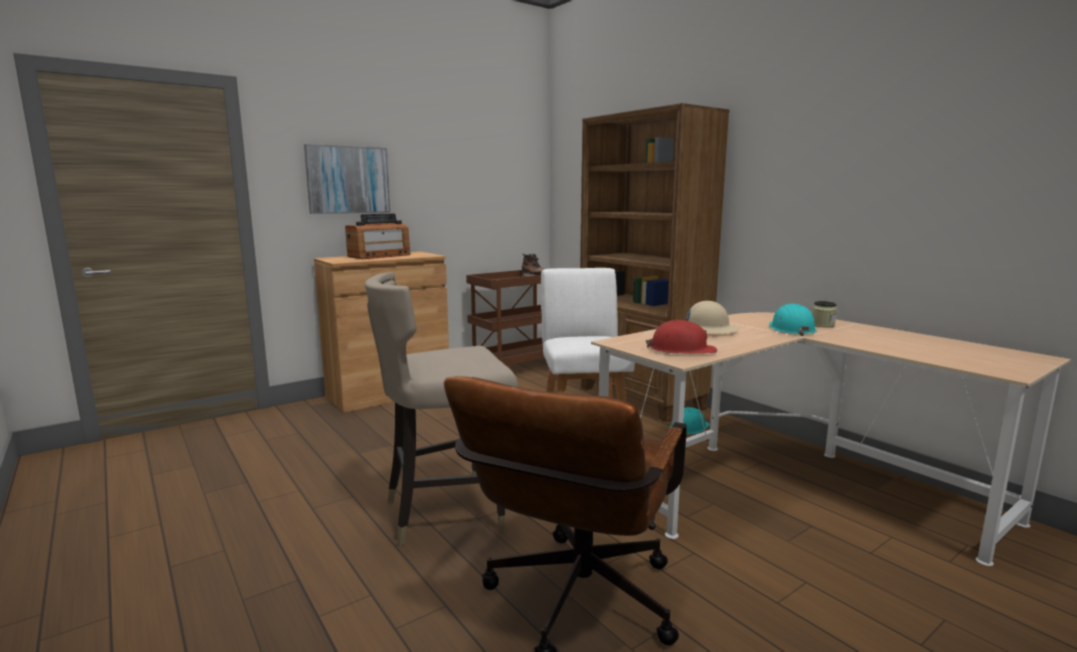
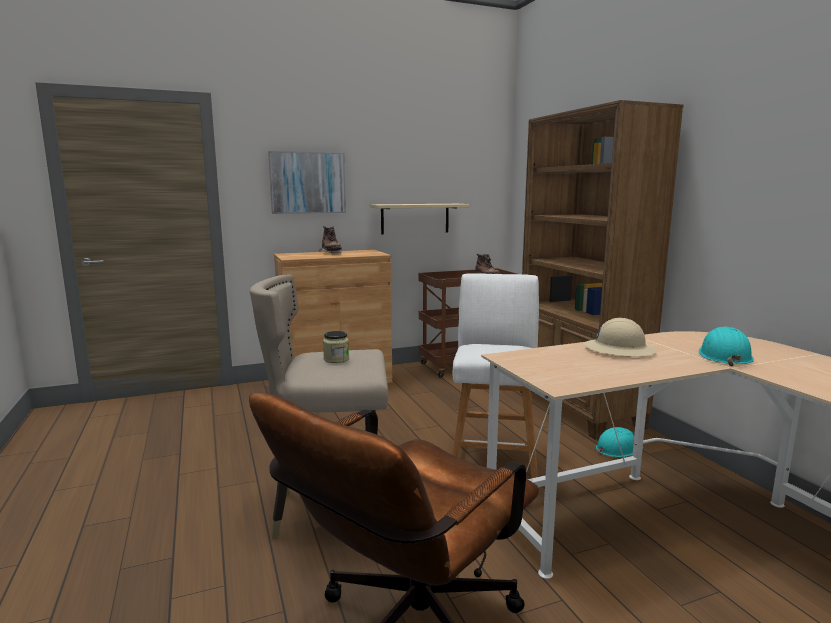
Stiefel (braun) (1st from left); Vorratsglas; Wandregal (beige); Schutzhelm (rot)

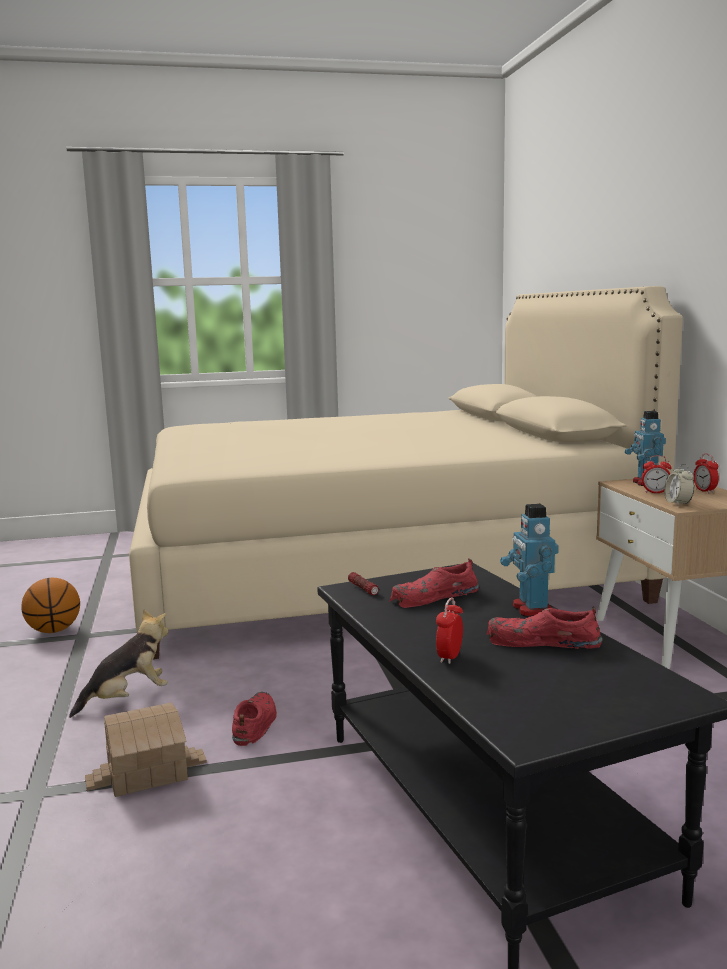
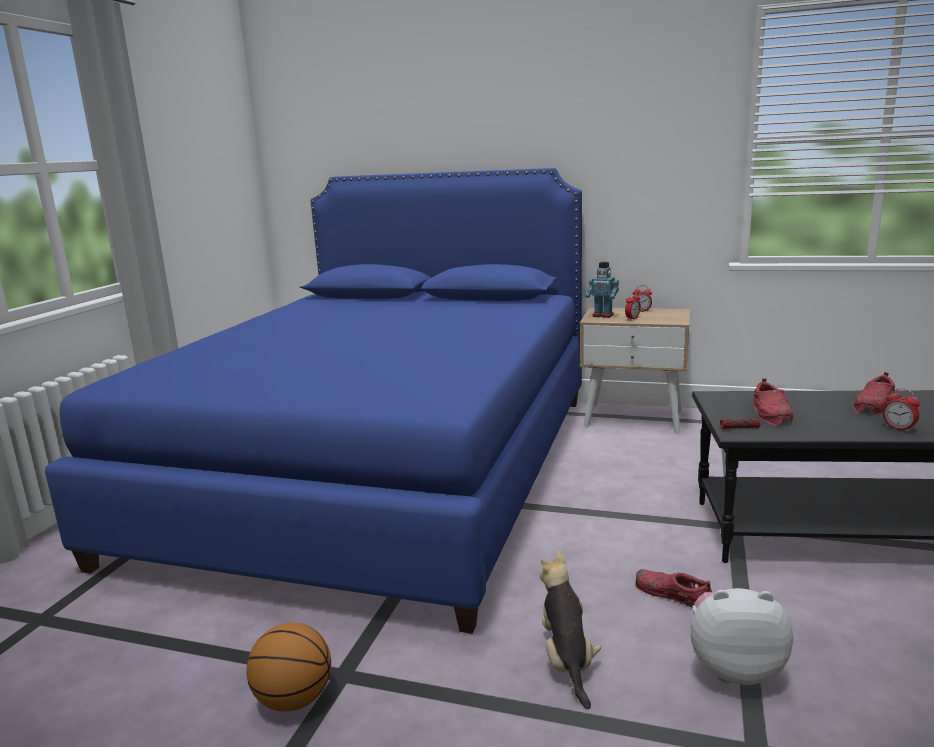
Bett (blau); Plüschtier (2nd from left); Spielzeugroboter (1st from left in the first image); Wecker (3rd from left in the first image)

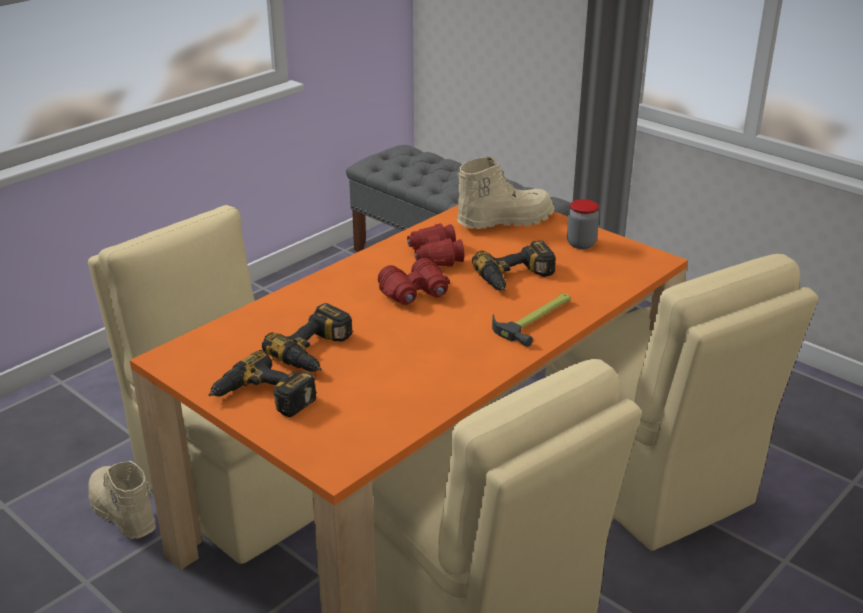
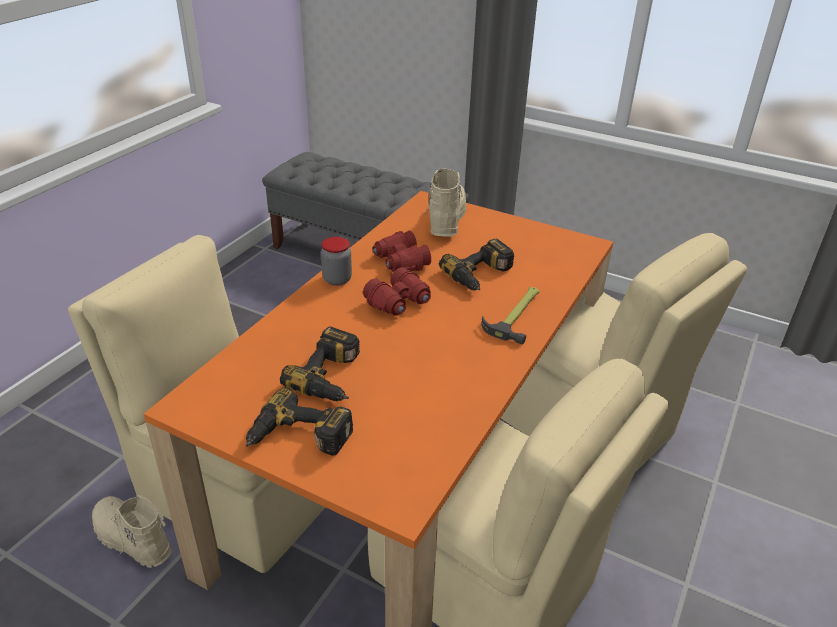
Vorratsglas; Stiefel (beige) (2nd from left)

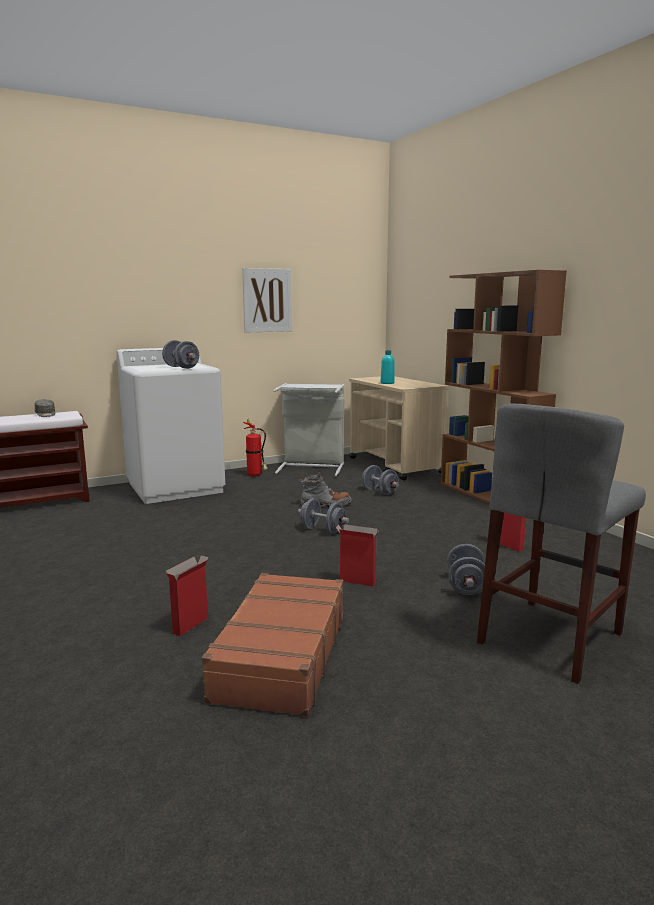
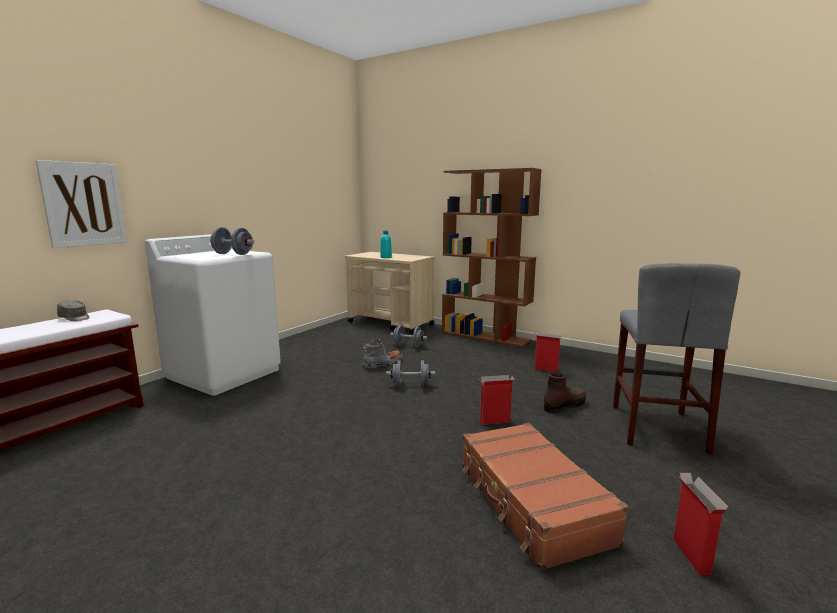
Bild; Stiefel (braun); Karton (3rd from left); Feuerlöscher; Wäschekorb (grau)

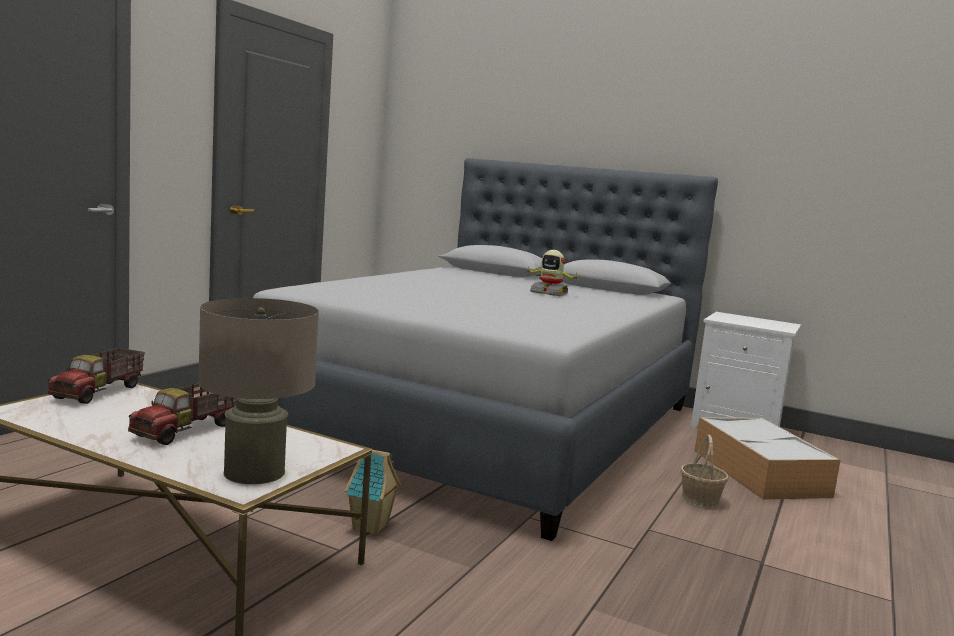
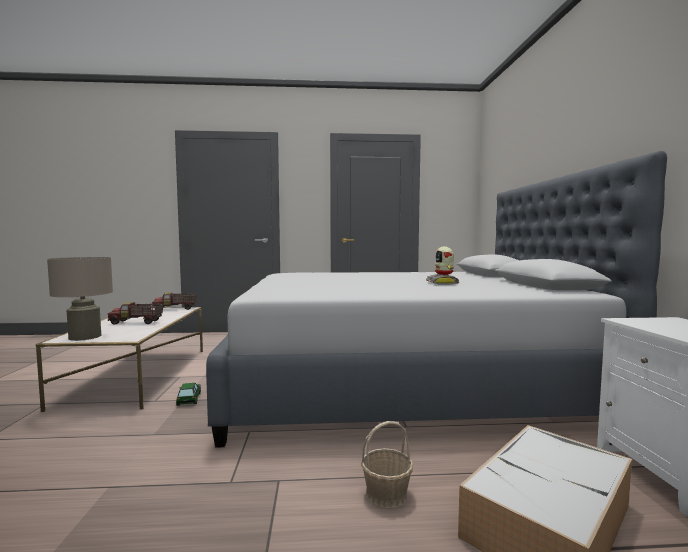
Spielzeugauto

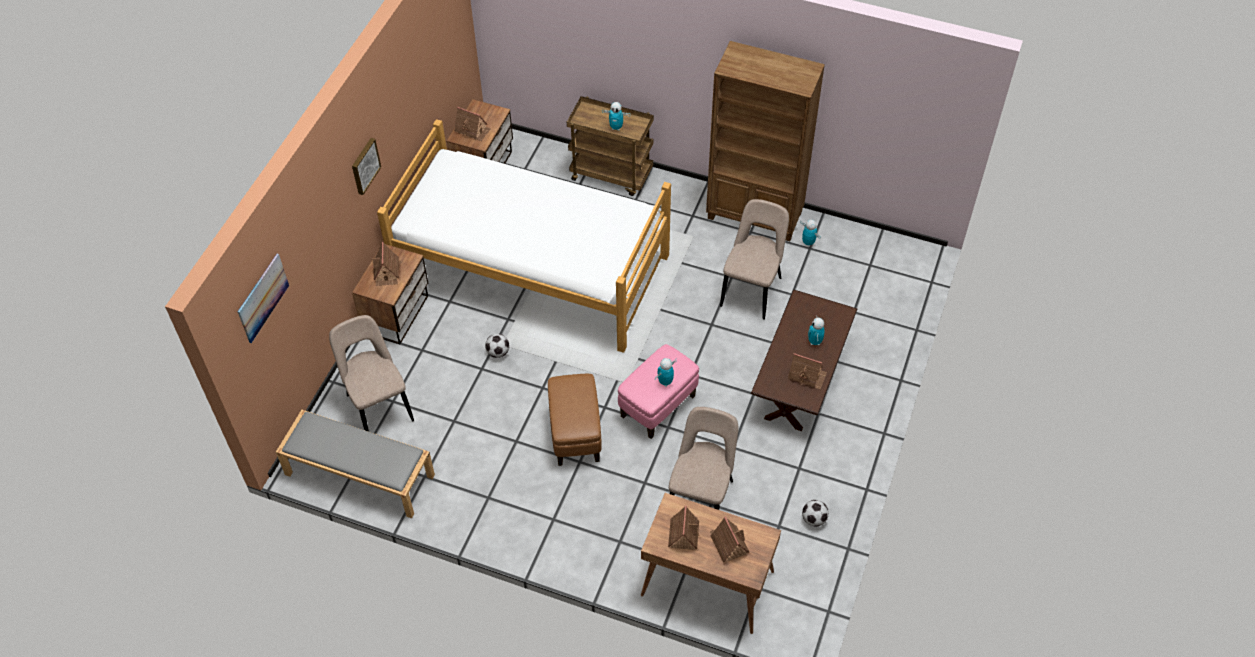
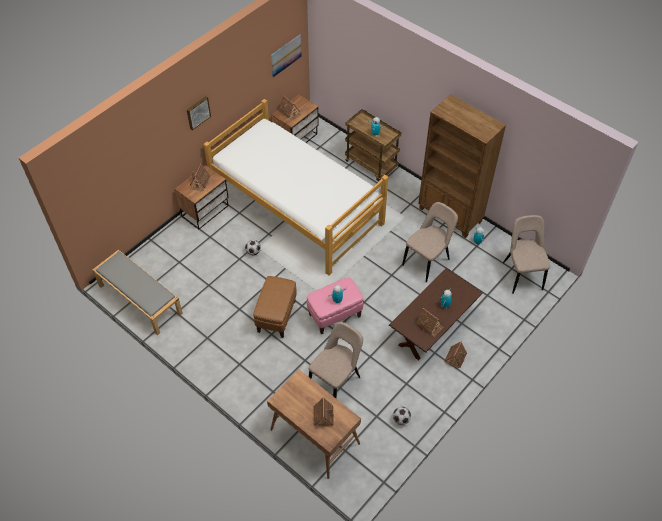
Bild (2nd from left); Spielzeughaus (5th from left); Stuhl (beige) (3rd from left)

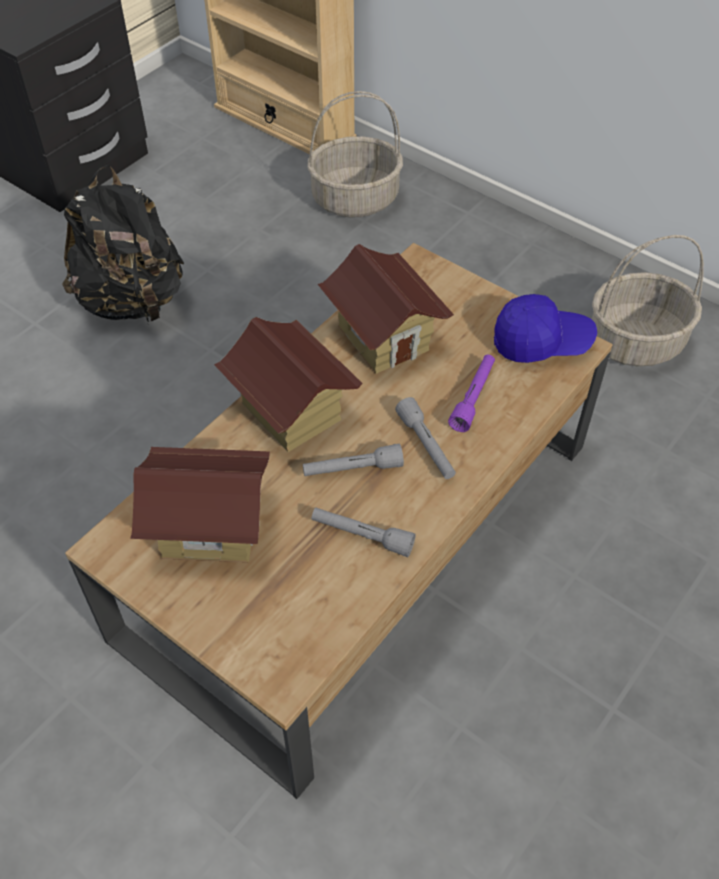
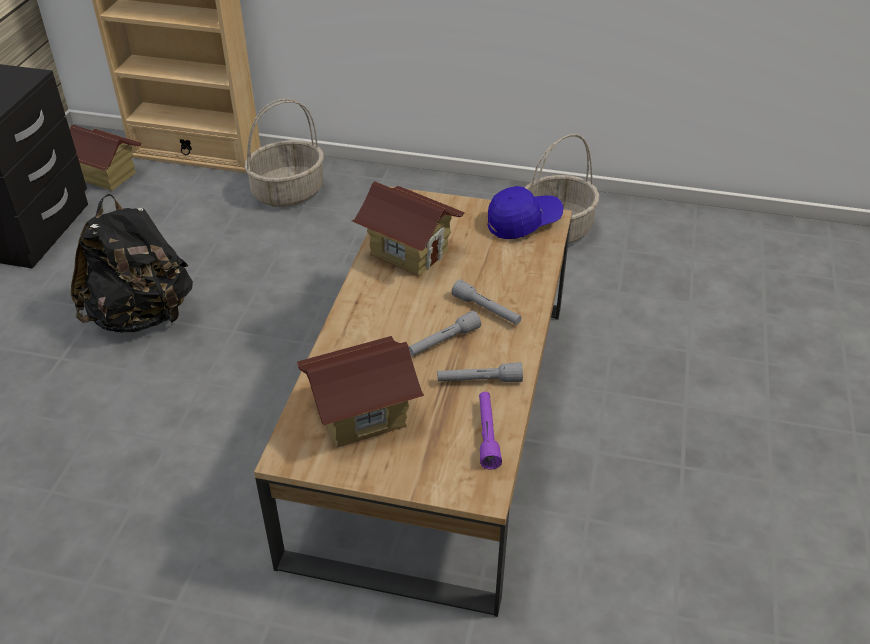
Spielzeughaus (1st from left); Taschenlampe (lila)

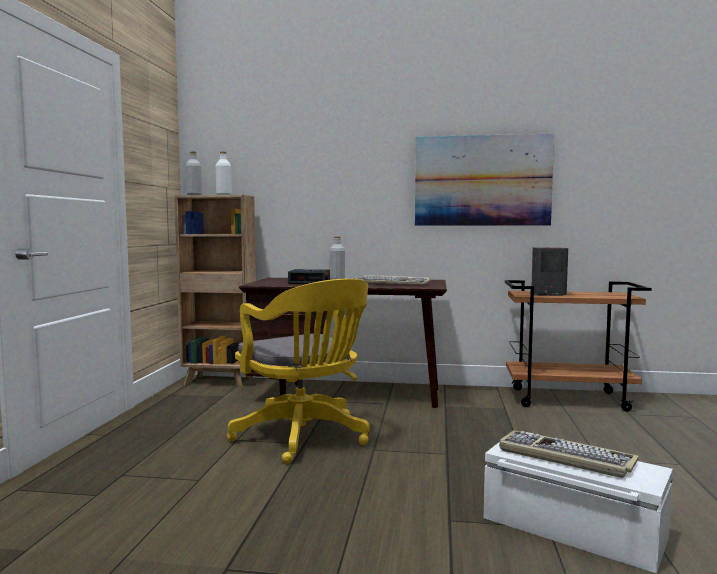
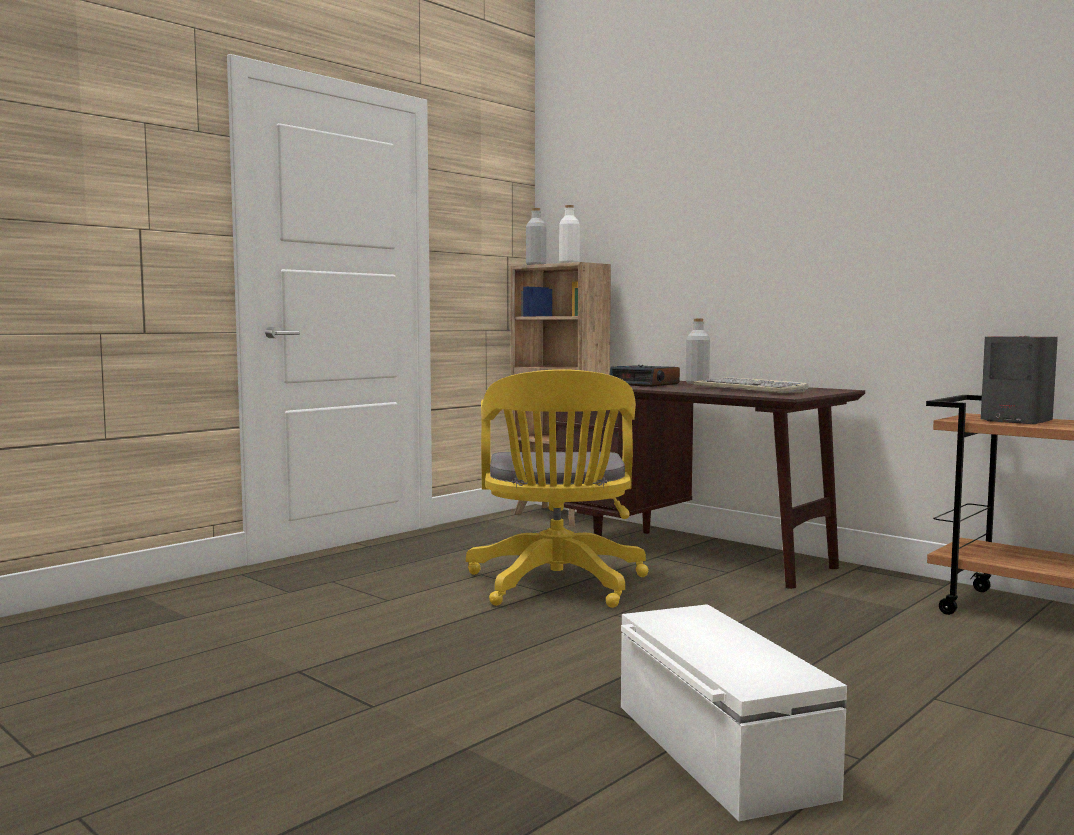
Bild; Tastatur (2nd from left in the first image)

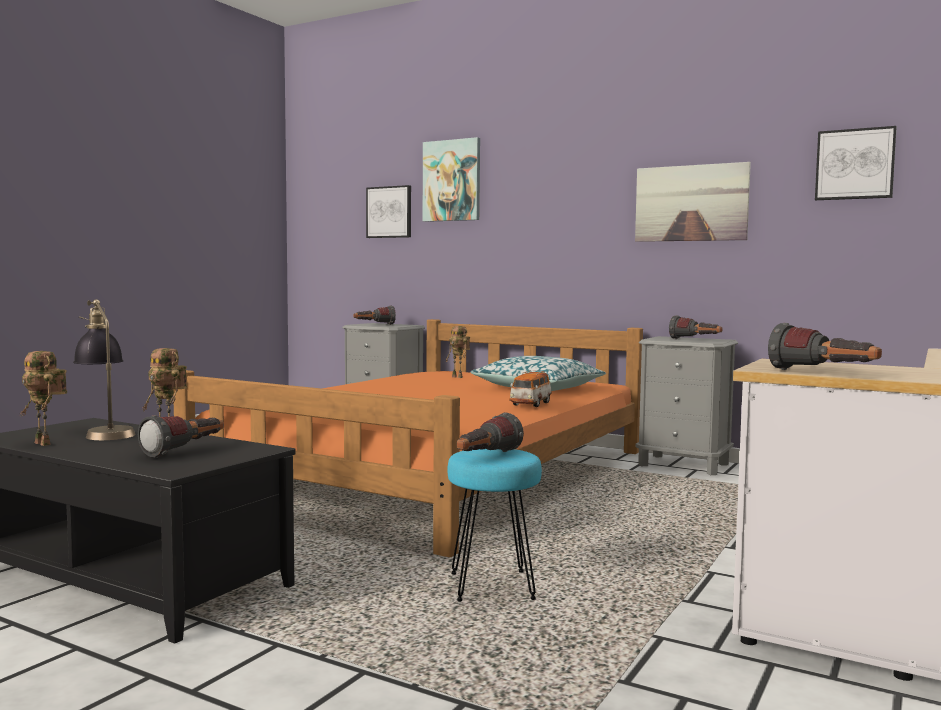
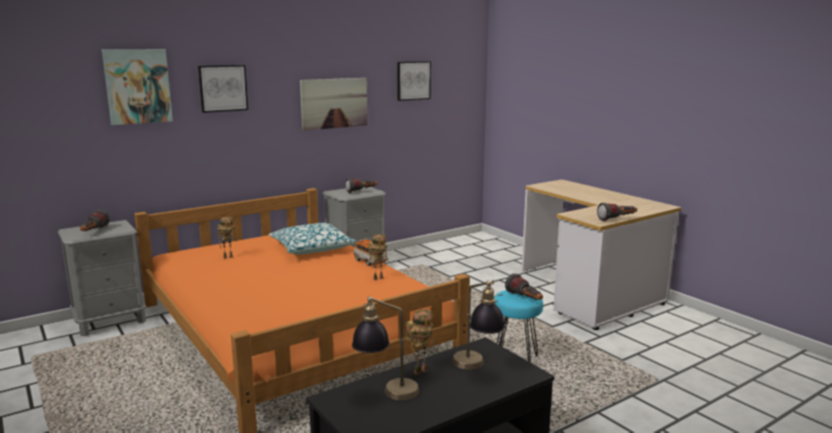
Bild (2nd from left); Spielzeugroboter (2nd from left); Tischlampe (2nd from left)

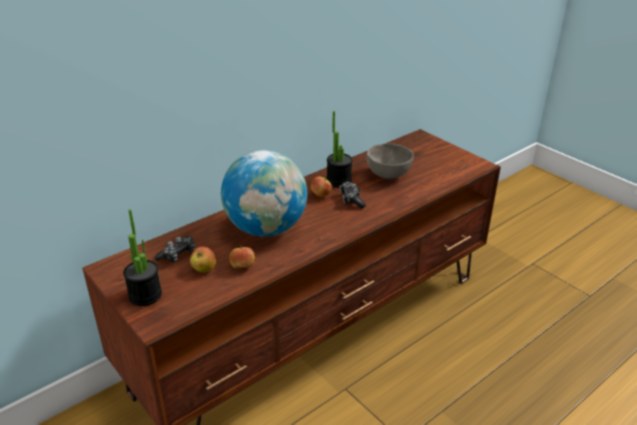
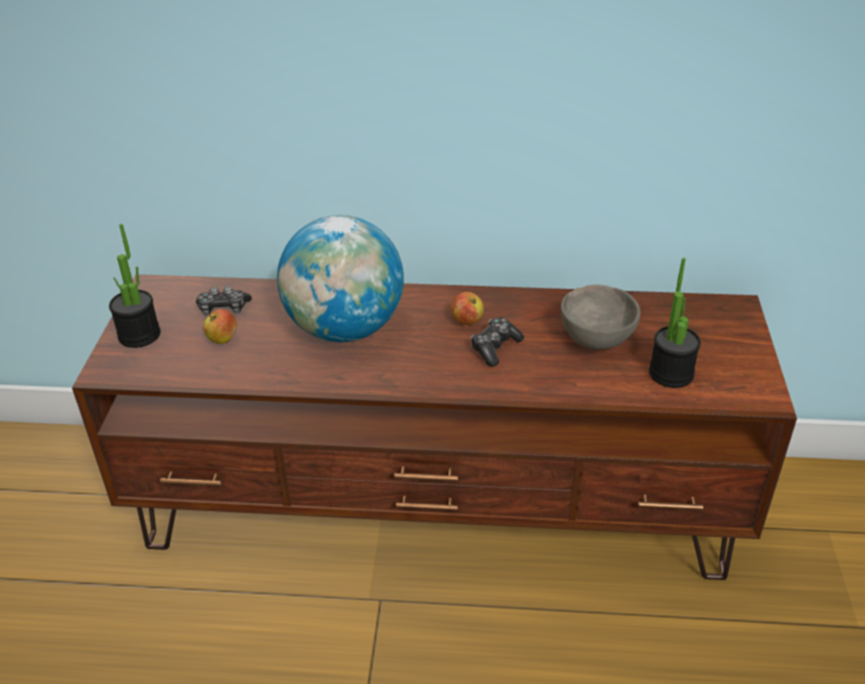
Topfpflanze (2nd from left); Apfel (2nd from left in the first image)

